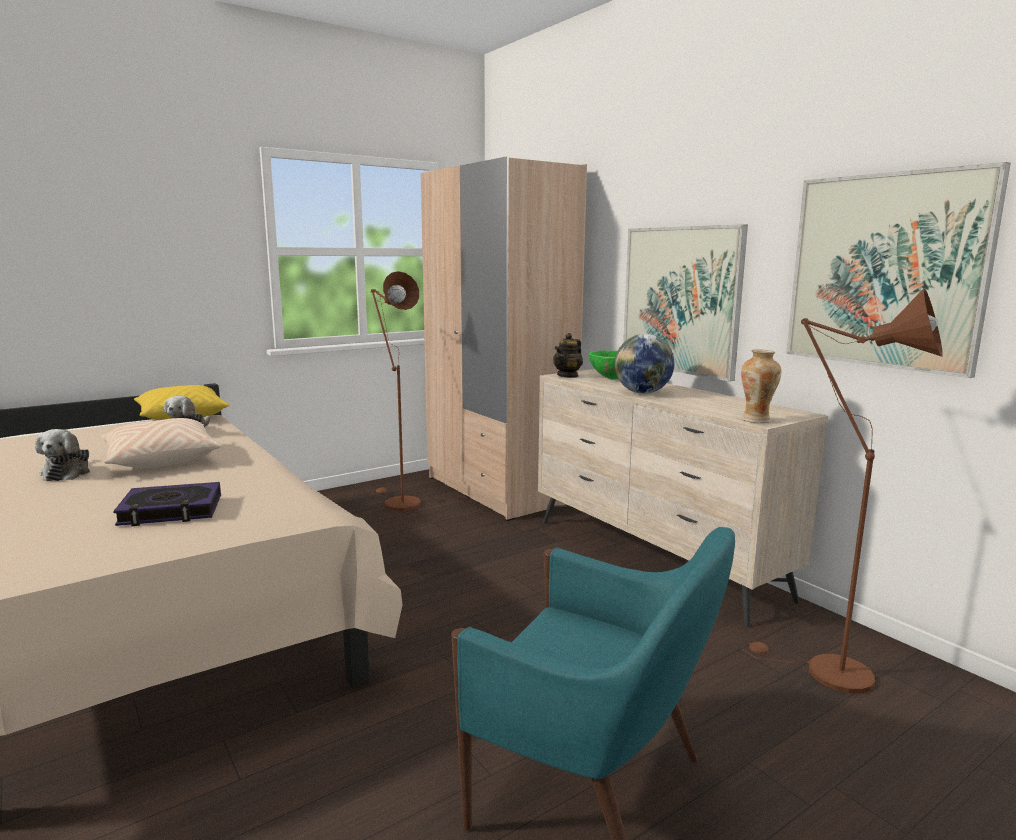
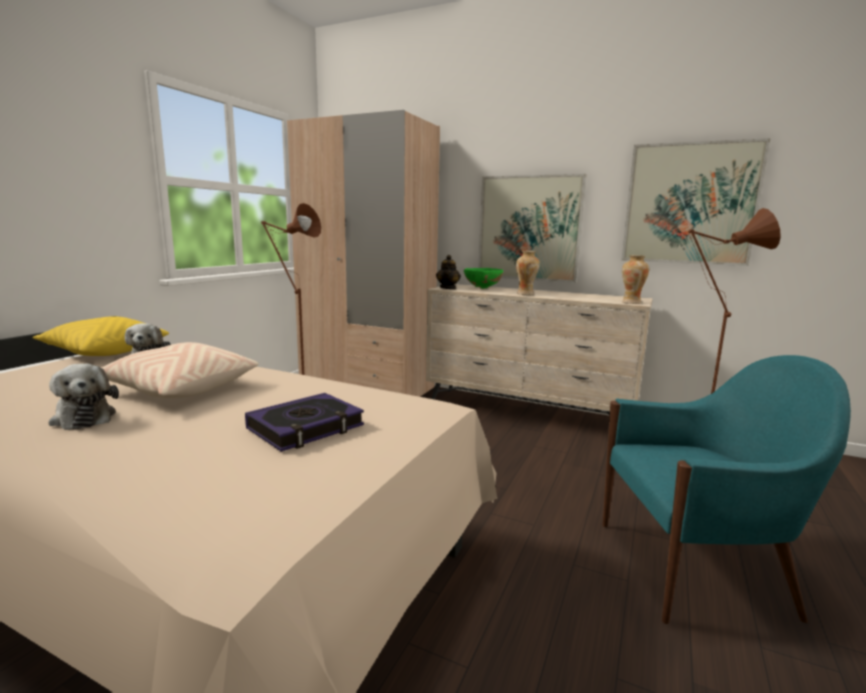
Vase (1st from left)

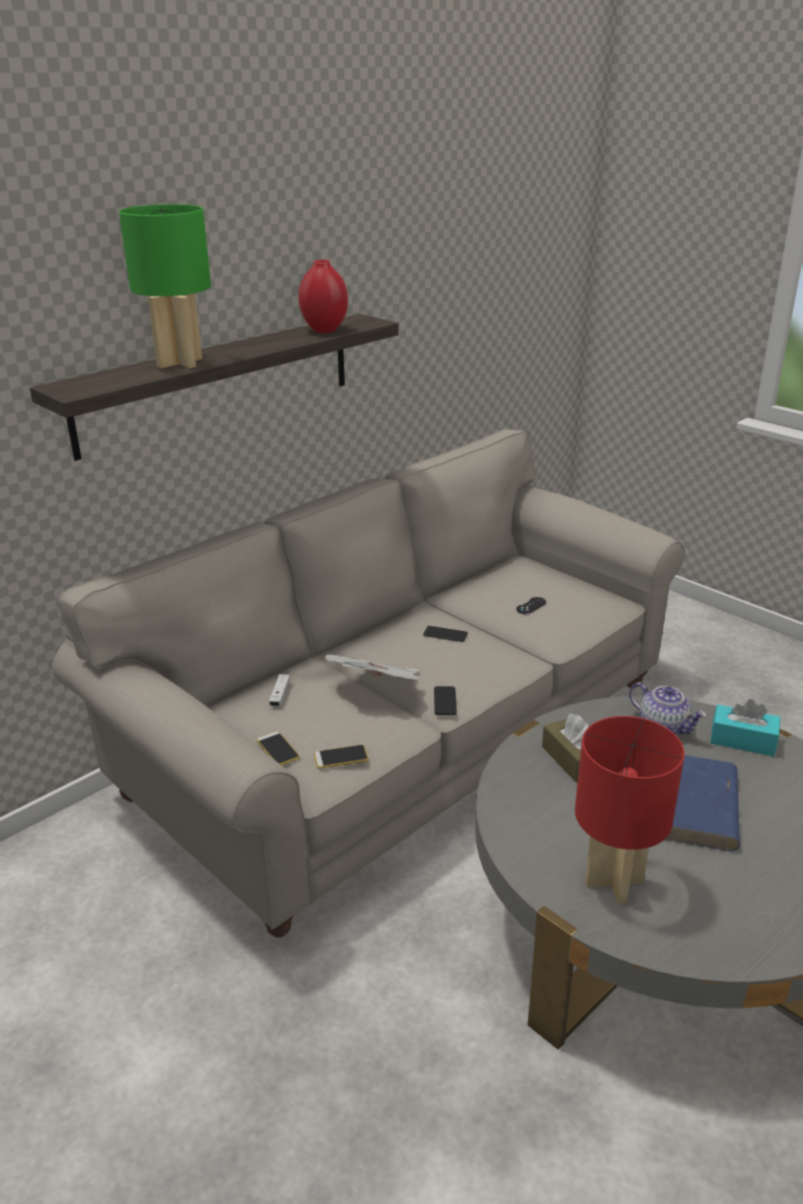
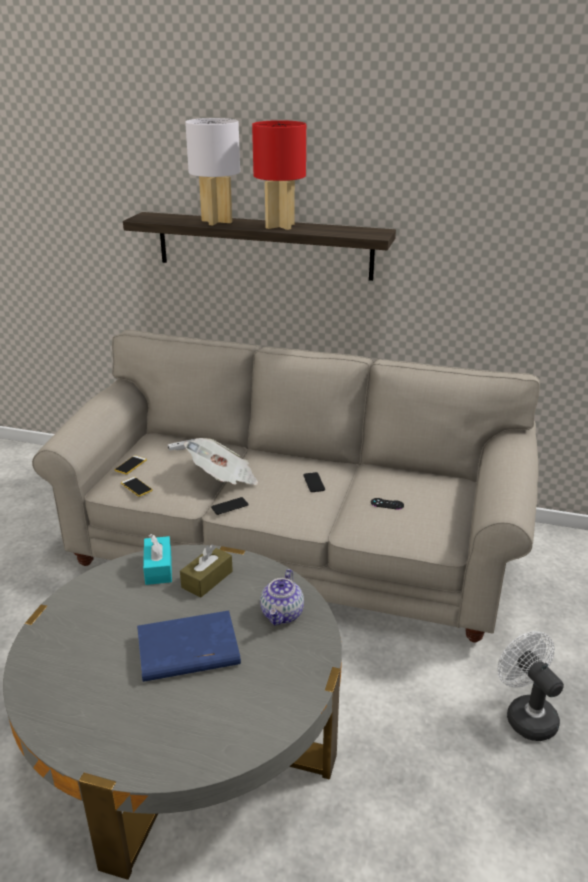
Taschentuchbox (türkis); Tischlampe (weiß); Tischlampe (rot); Ventilator (weiß); Vase (rot)

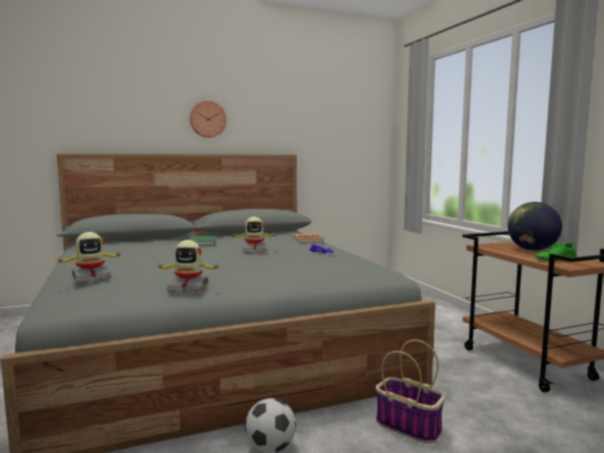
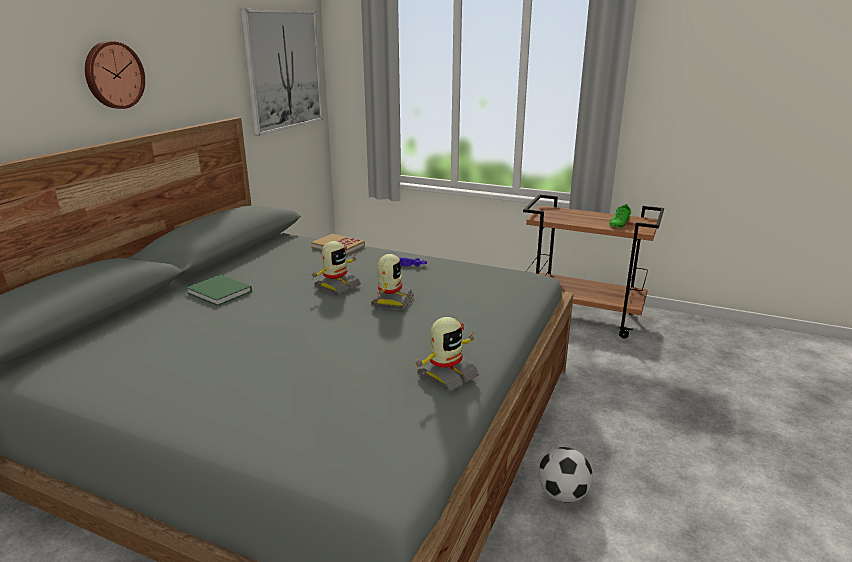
Bild; Spielzeugroboter (2nd from left); Korb; Globus

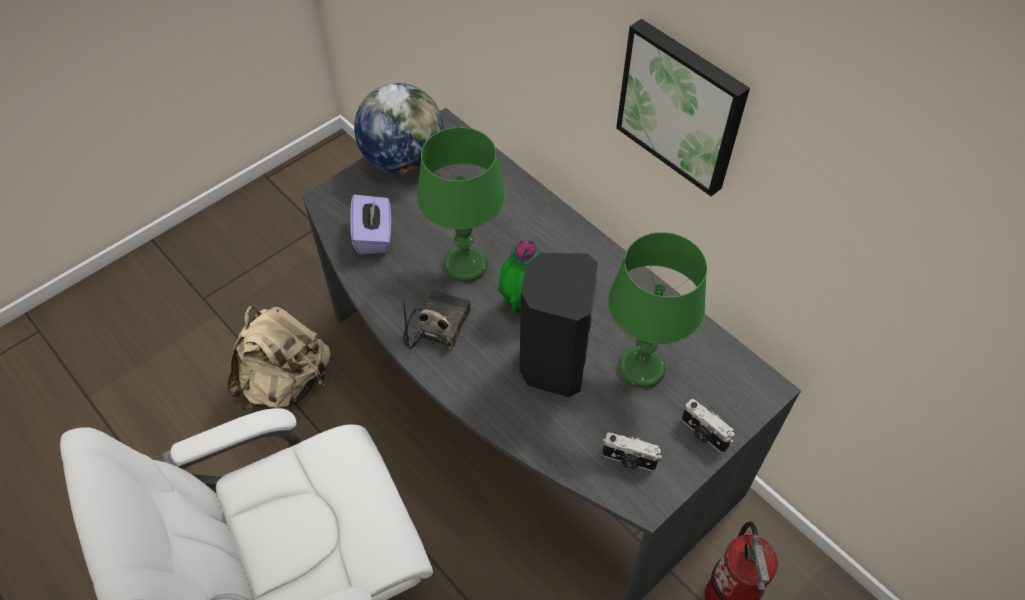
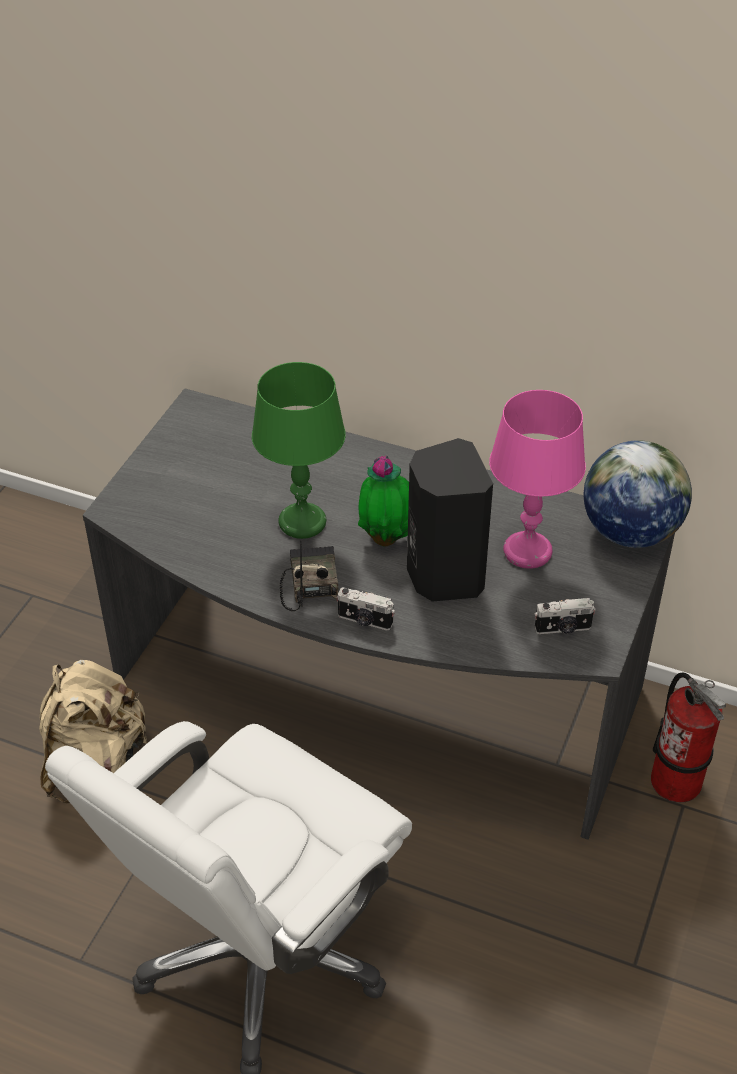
Kamera (1st from left); Tischlampe (rosa); Globus; Taschentuchbox (lila); Bild

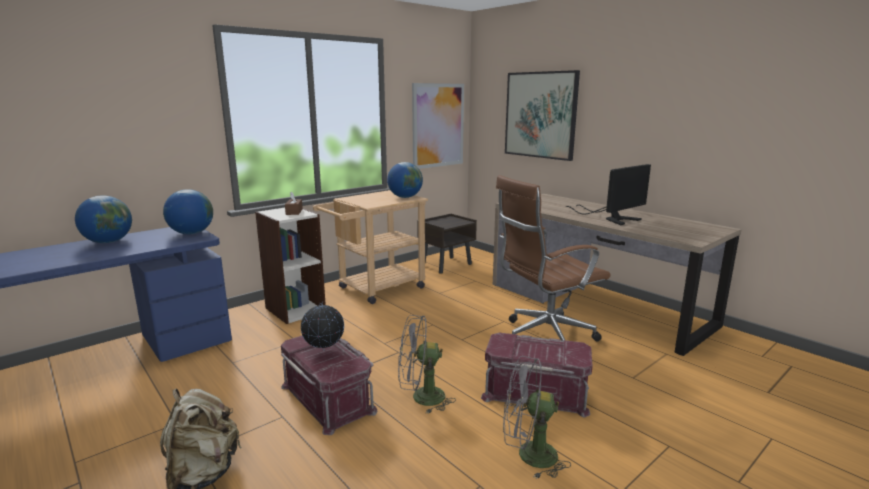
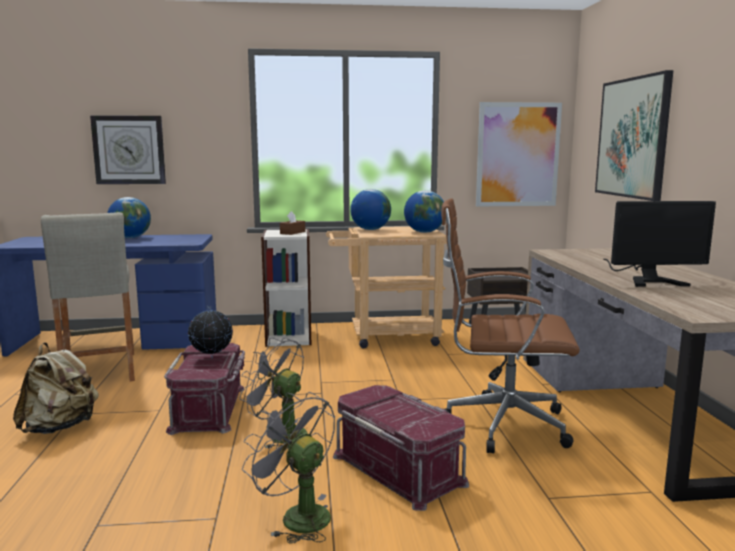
Hocker (beige); Wanduhr; Globus (3rd from left)

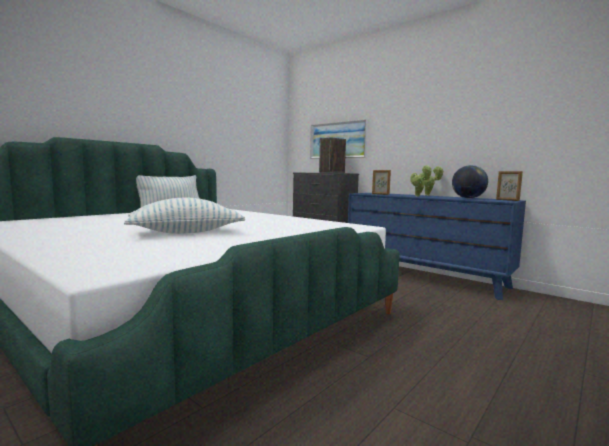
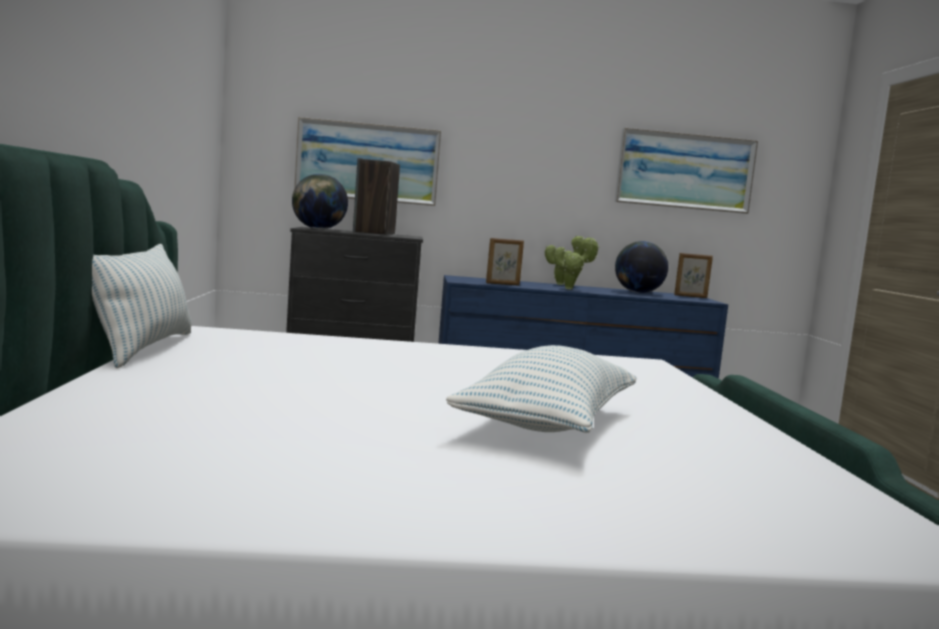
Globus (1st from left); Bild (2nd from left)

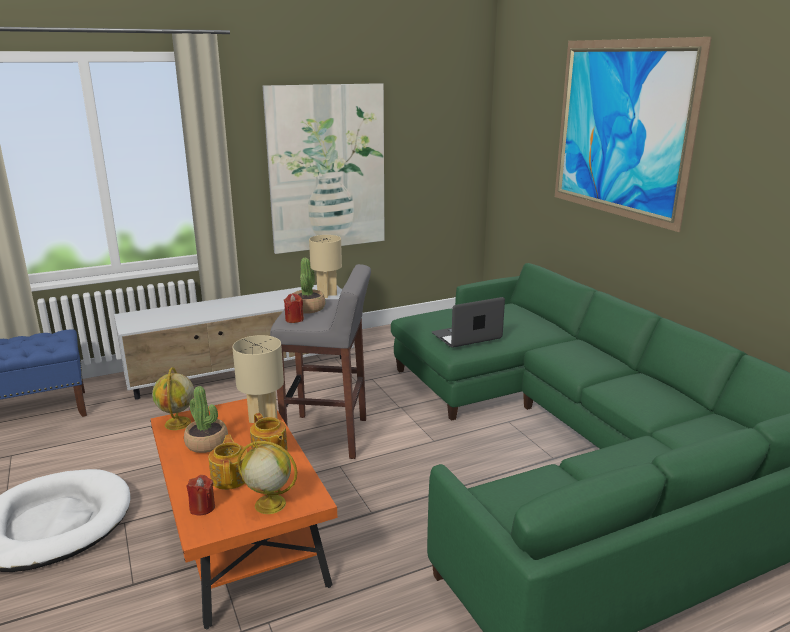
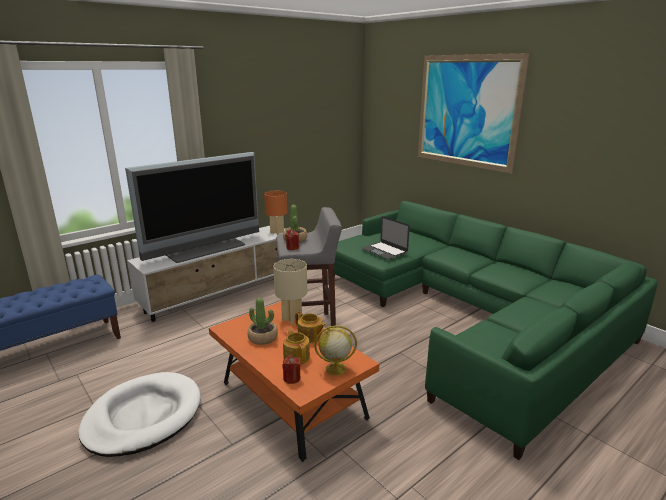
Fernseher; Tischlampe (orange); Laptop; Globus (1st from left in the first image); Bild (1st from left in the first image)

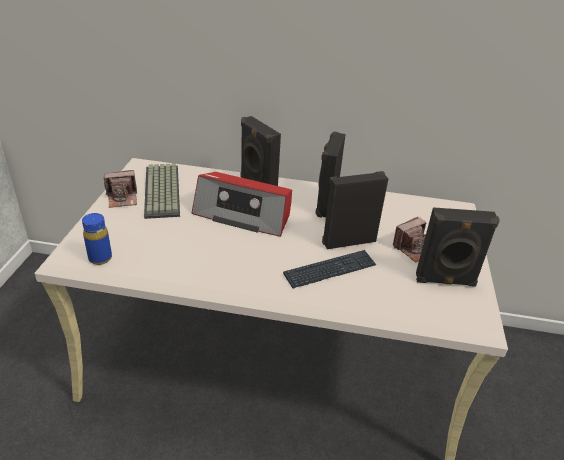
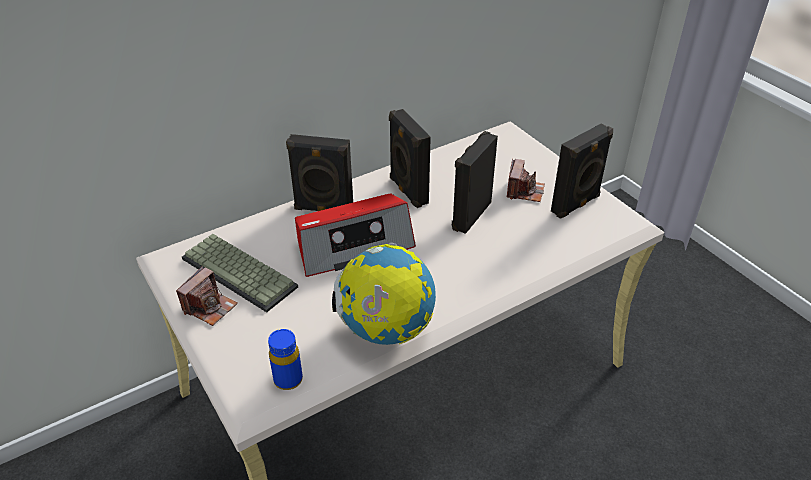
Globus; Tastatur (2nd from left in the first image)

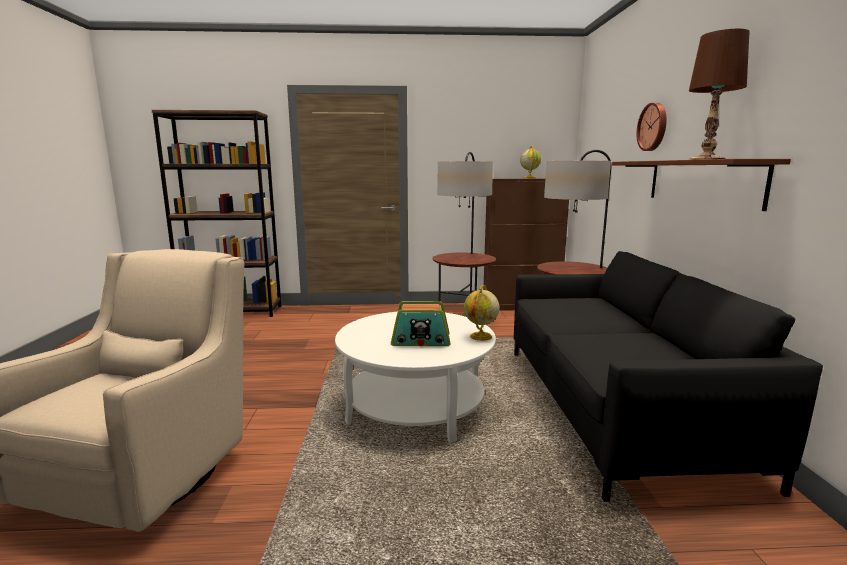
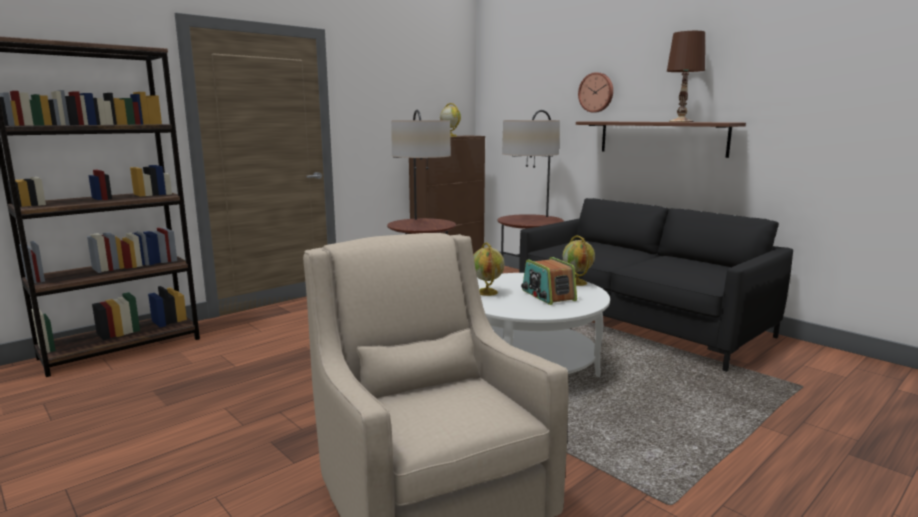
Globus (2nd from left); Radio

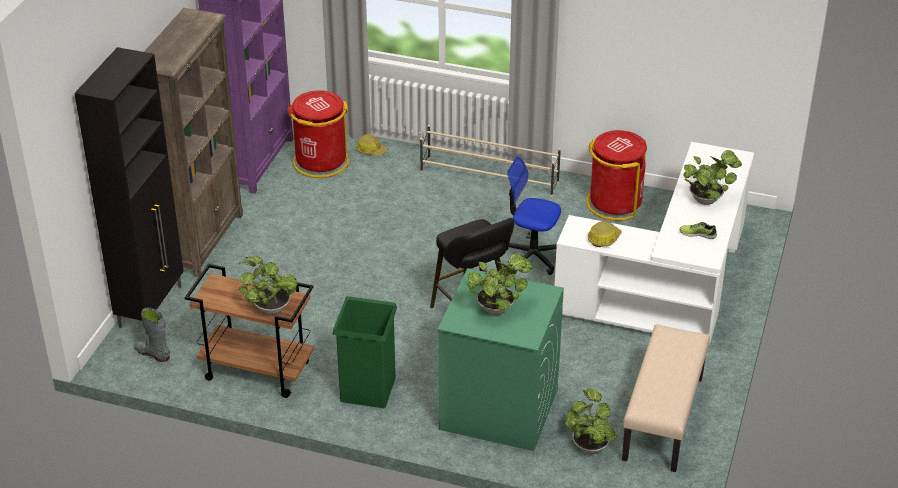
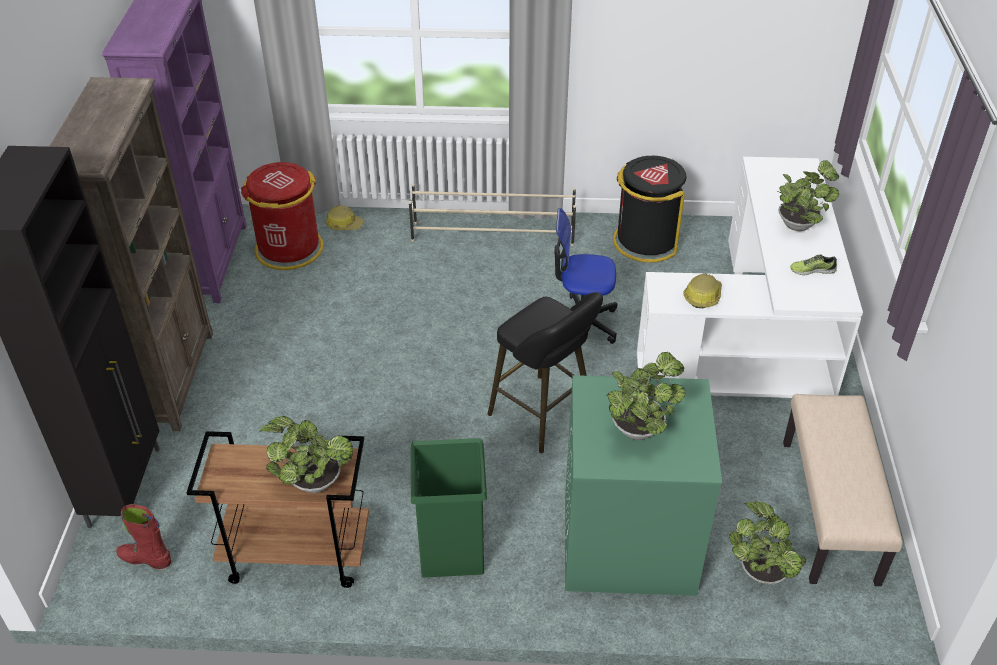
Stiefel (rot); Mülleimer (schwarz)

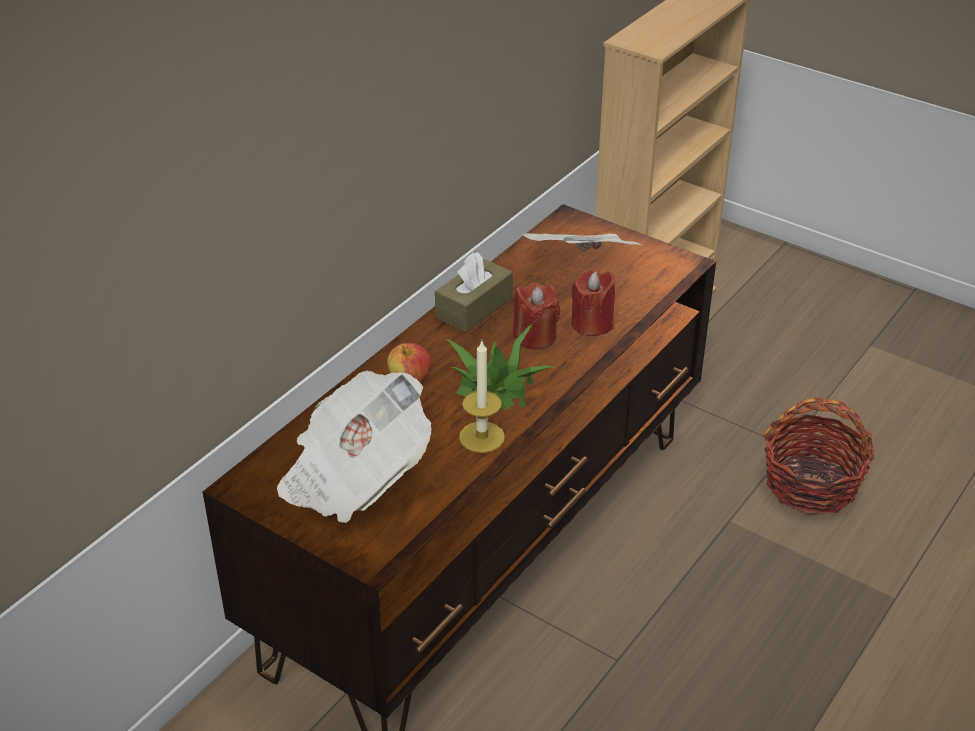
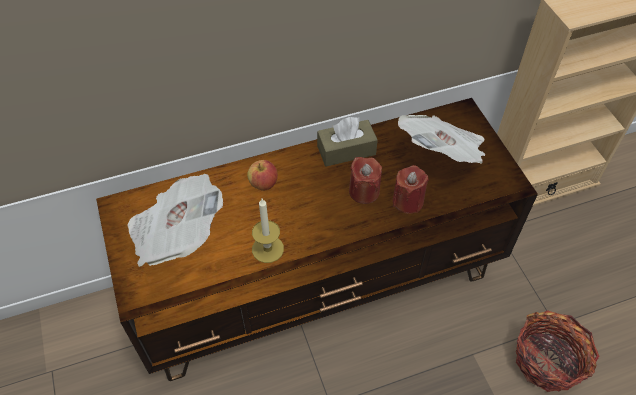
Topfpflanze

